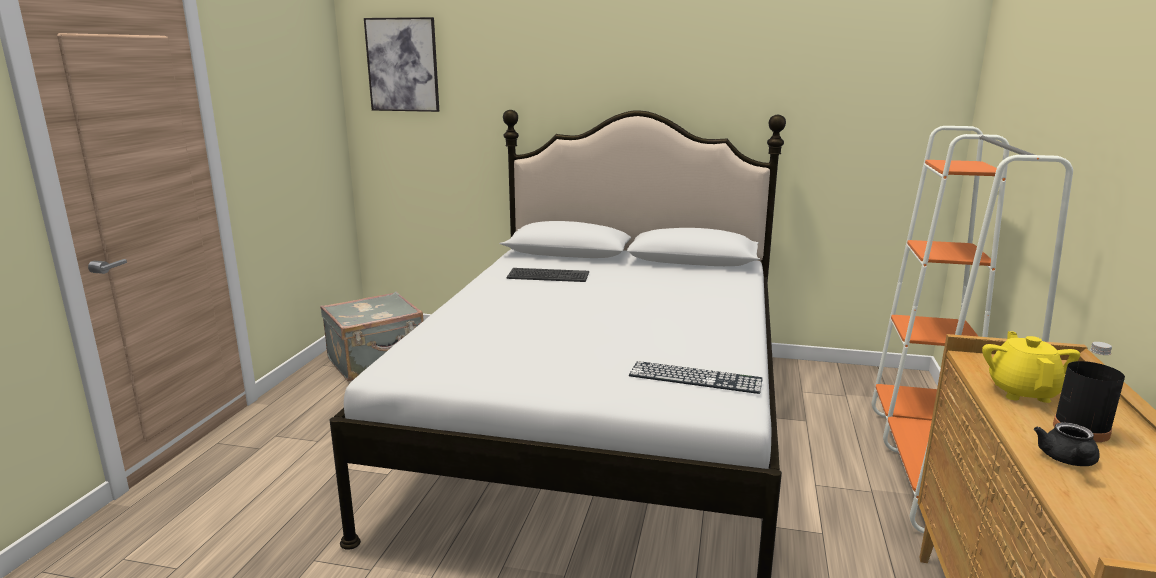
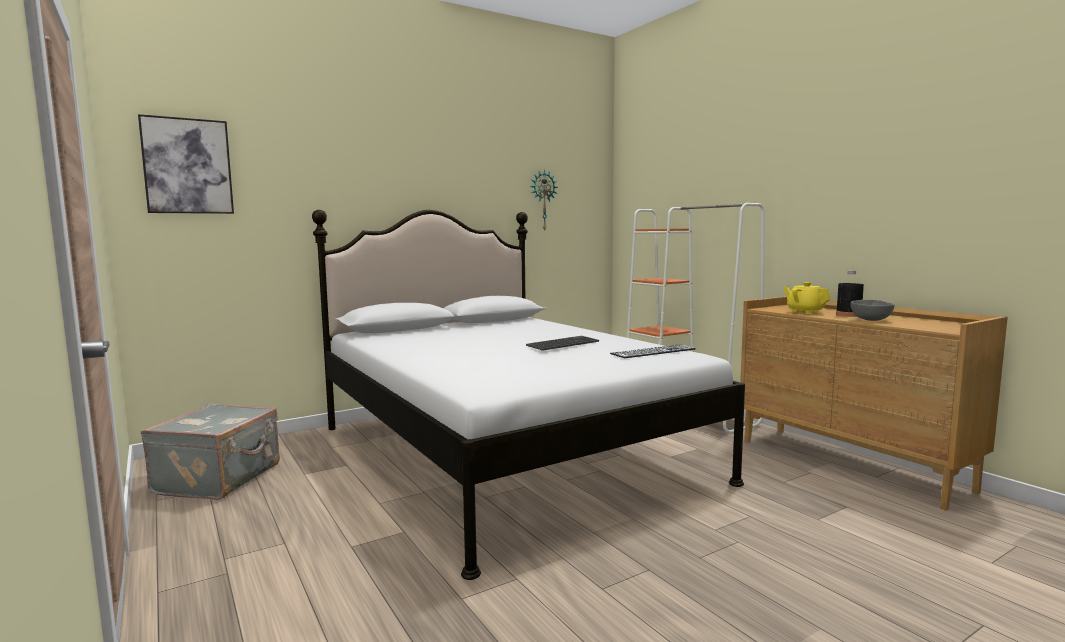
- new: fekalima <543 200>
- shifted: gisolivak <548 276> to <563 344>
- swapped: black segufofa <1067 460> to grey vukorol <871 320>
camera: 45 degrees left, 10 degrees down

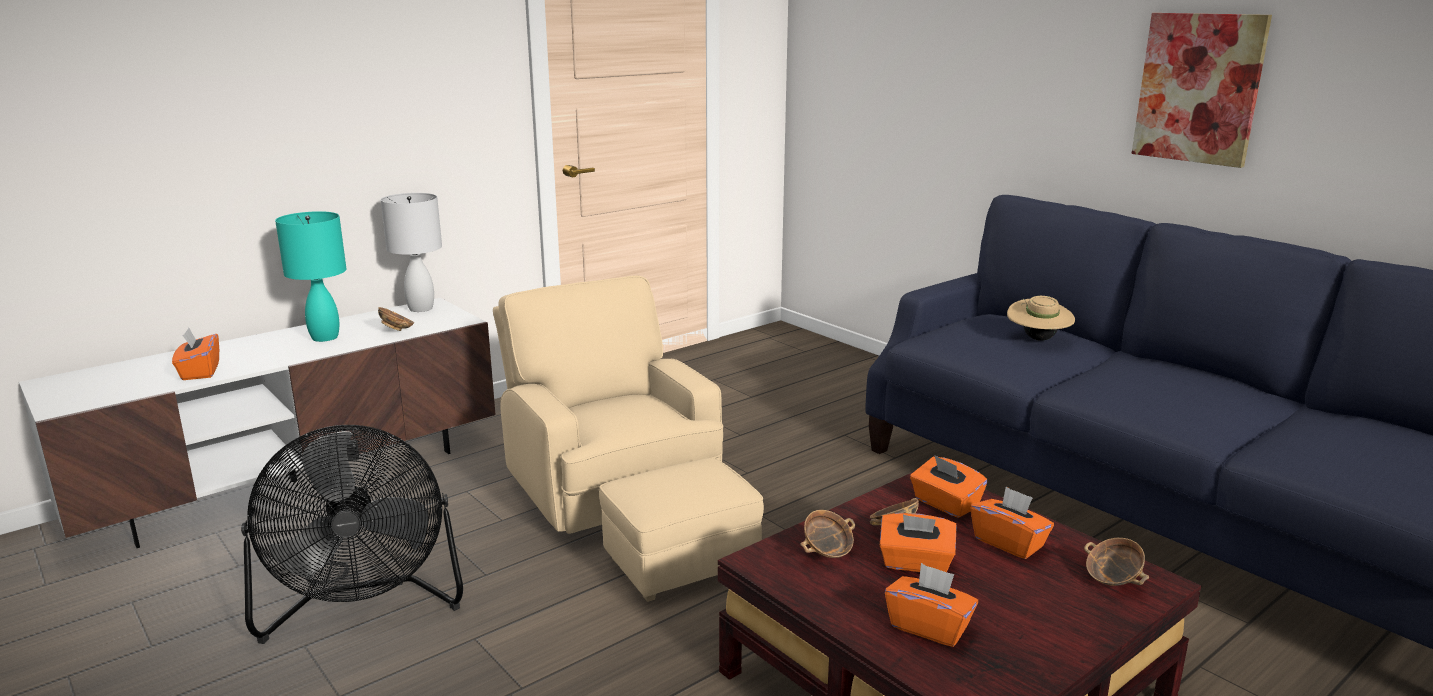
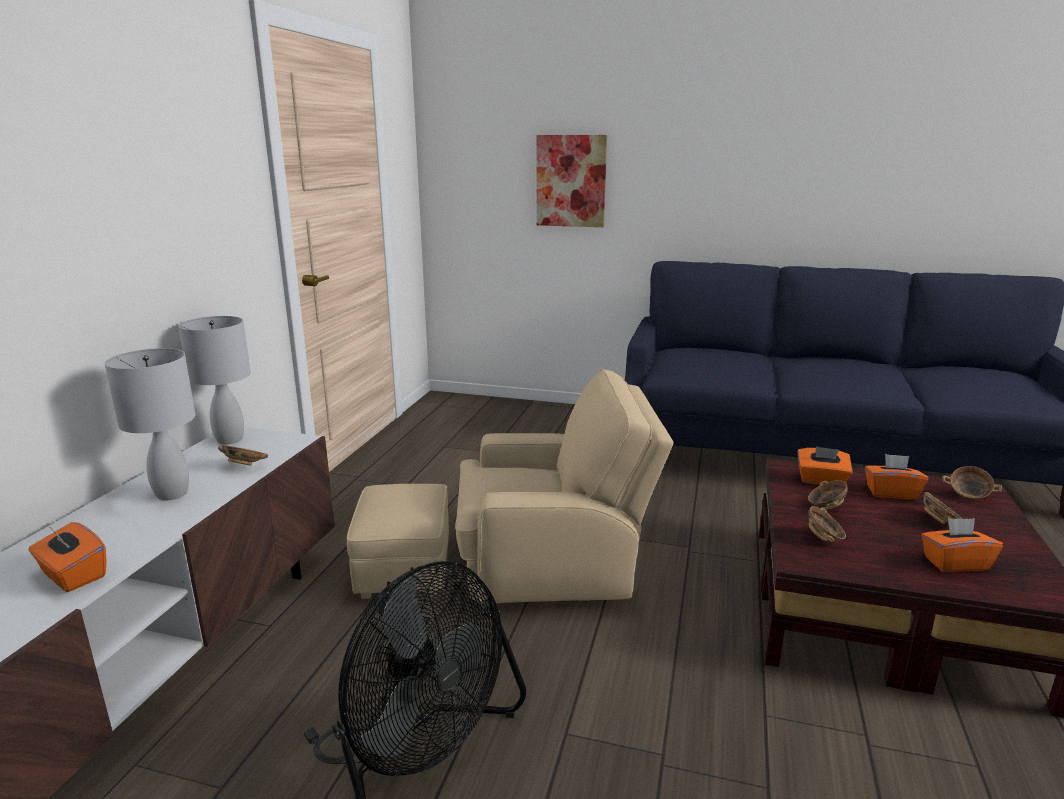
- gone: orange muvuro <915 563>
- gone: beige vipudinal <1037 339>
- new: vukorol <939 521>
- shifted: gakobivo <1199 88> to <571 181>
- repainted: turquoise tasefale <323 337> to white tasefale <171 494>
- rotated: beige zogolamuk <625 503> = <518 565> 150 degrees clockwise
camera: 35 degrees left, 0 degrees up

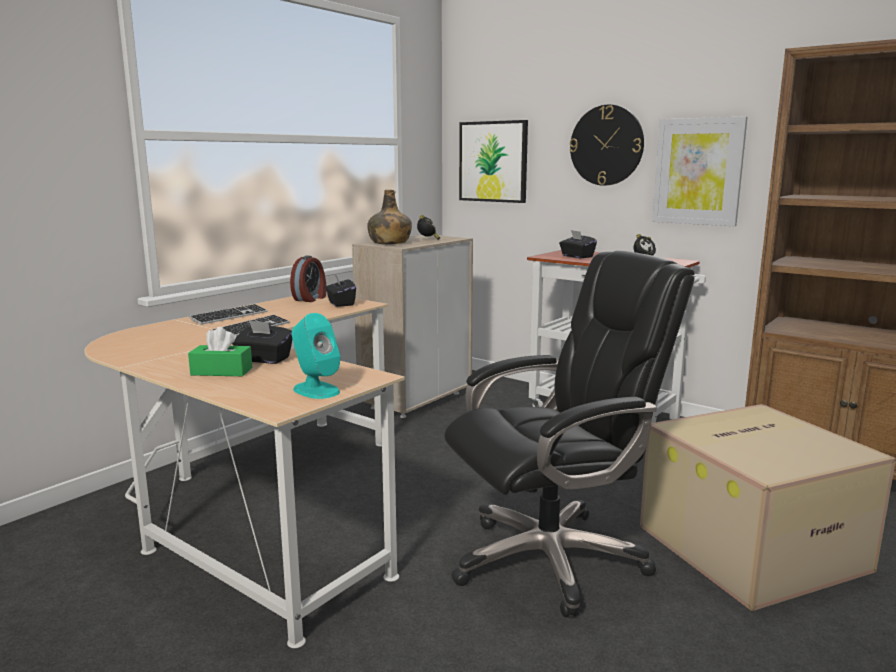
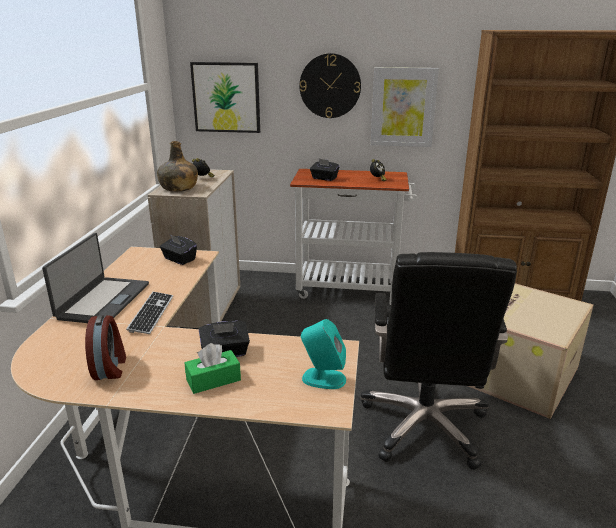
- shifted: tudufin <310 299> to <110 368>
- swapped: gisolivak <229 316> to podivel <103 301>
- rotated: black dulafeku <551 559> = <424 424> 150 degrees clockwise
camera: 30 degrees left, 10 degrees up

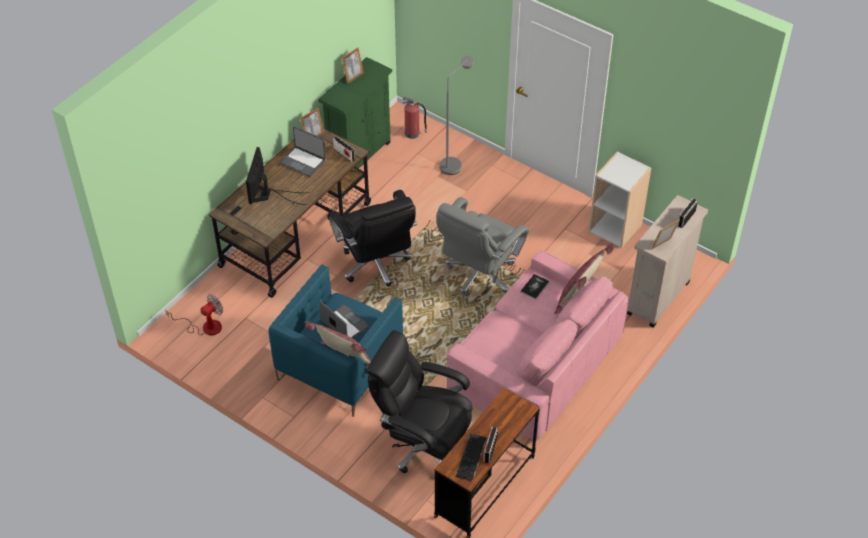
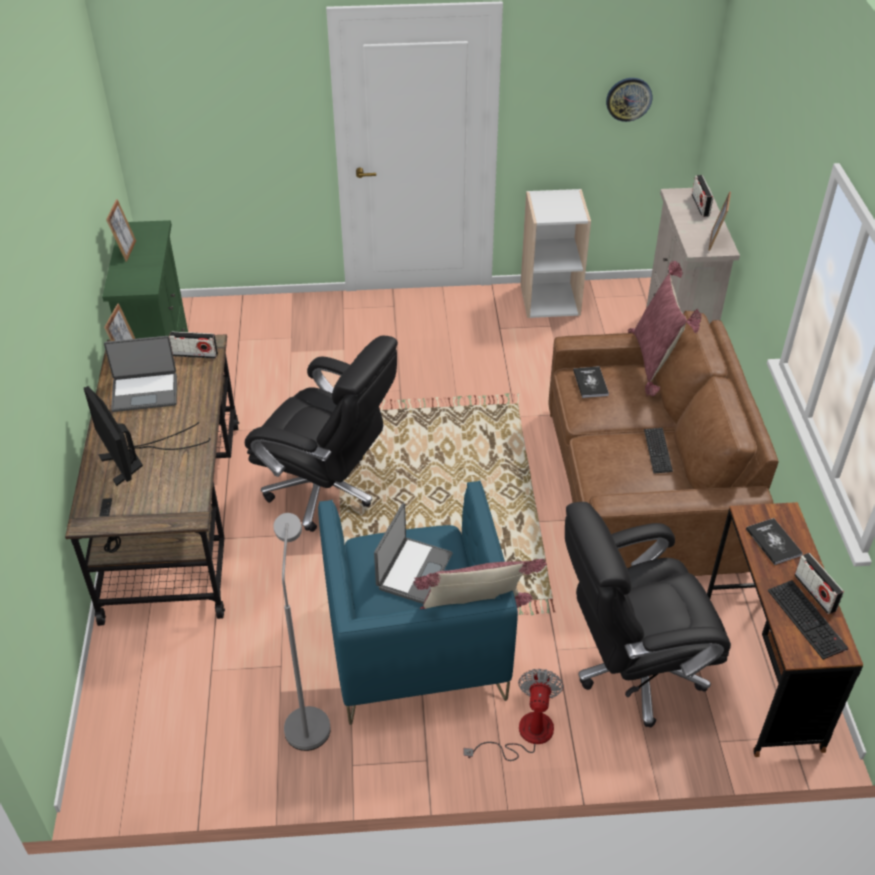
- gone: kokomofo <413 133>
- gone: grey dulafeku <478 277>
- new: fekalima <628 99>
- new: gisolivak <657 451>
- new: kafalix <773 542>
- shifted: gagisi <205 327> to <524 734>
- shifted: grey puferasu <454 163> to <308 718>
- repainted: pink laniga <536 365> to brown laniga <643 488>
- rotated: podivel <344 325> = <413 571> 105 degrees clockwise
camera: 40 degrees left, 5 degrees down

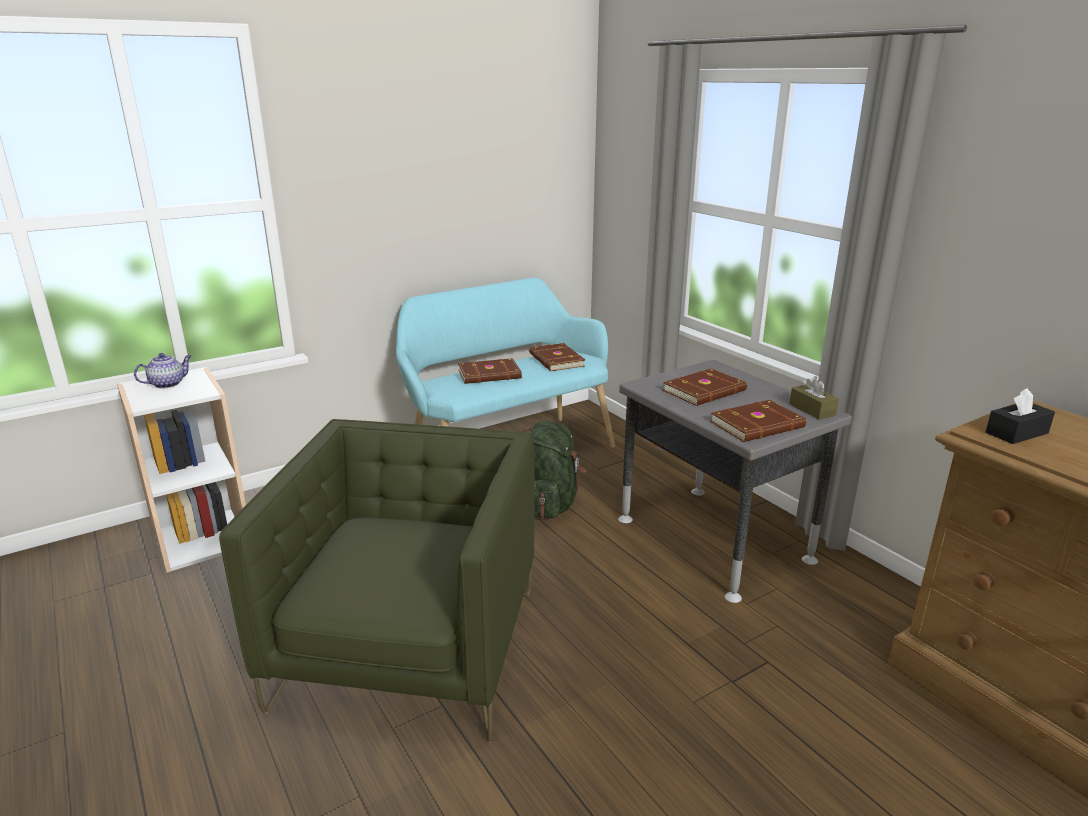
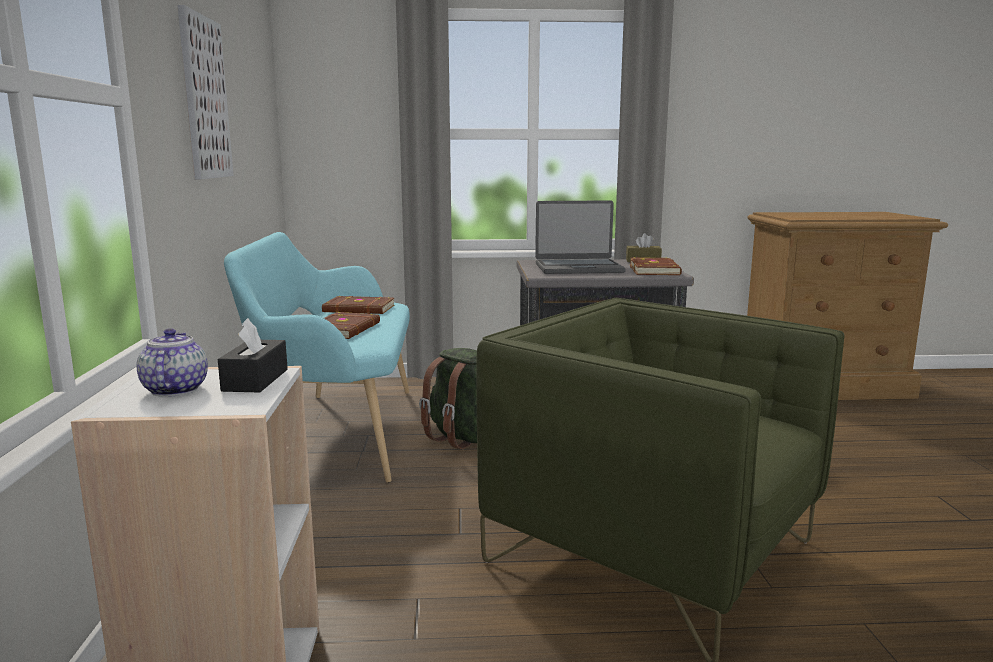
- new: gakobivo <204 98>
- shifted: black muvuro <1016 433> to <255 380>
- swapped: brown kafalix <705 391> to podivel <578 268>
camera: 60 degrees left, 10 degrees down

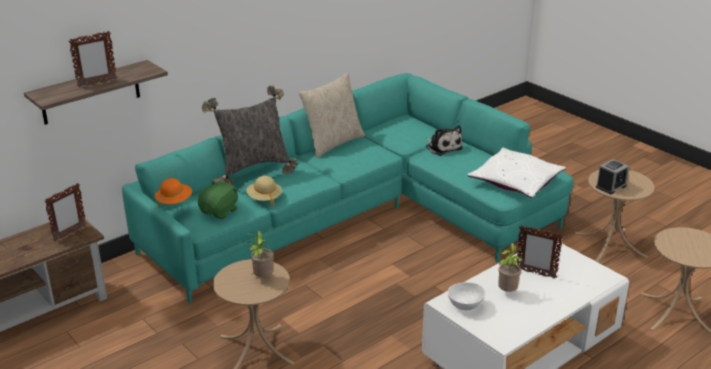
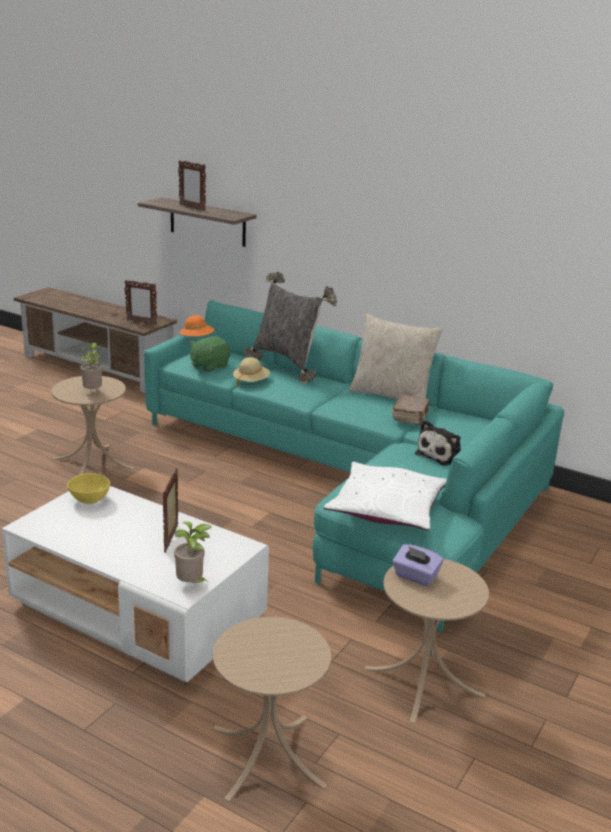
- new: brown kafalix <410 417>
- shifted: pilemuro <507 292> to <191 584>
- swapped: tudufin <611 186> to purple muvuro <415 576>
- repainted: white vukorol <466 306> to yellow vukorol <89 500>
- rotated: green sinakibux <220 211> = <209 366> 120 degrees clockwise
camera: 70 degrees right, 5 degrees down

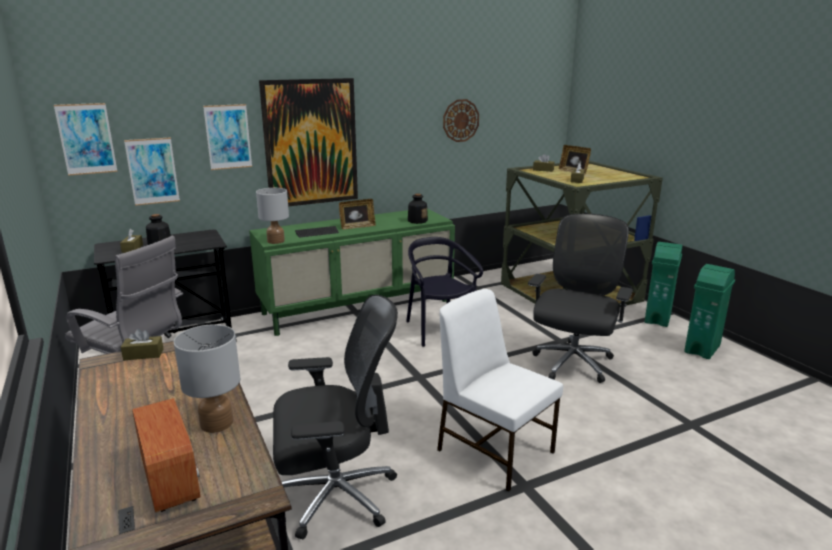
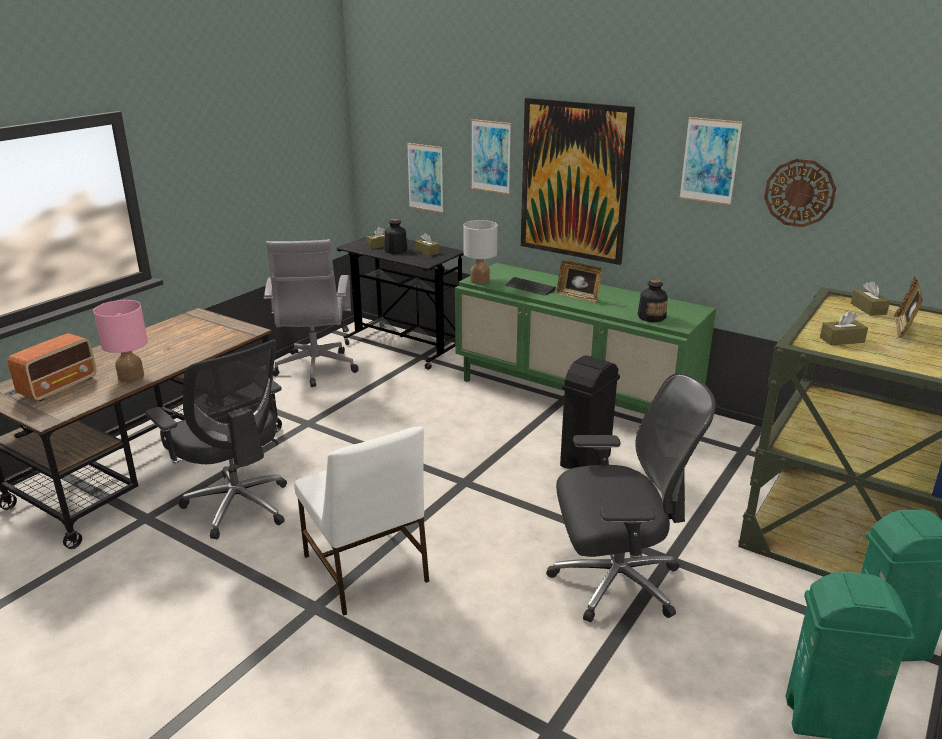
- shifted: gakobivo <86 139> to <710 161>
- shifted: brown muvuro <143 354> to <427 252>
- swapped: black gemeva <439 330> to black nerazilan <586 461>
- repainted: grey tasefale <216 423> to pink tasefale <131 376>
- rotated: white gemeva <494 449> = <365 570> 135 degrees clockwise
camera: 60 degrees right, 5 degrees up

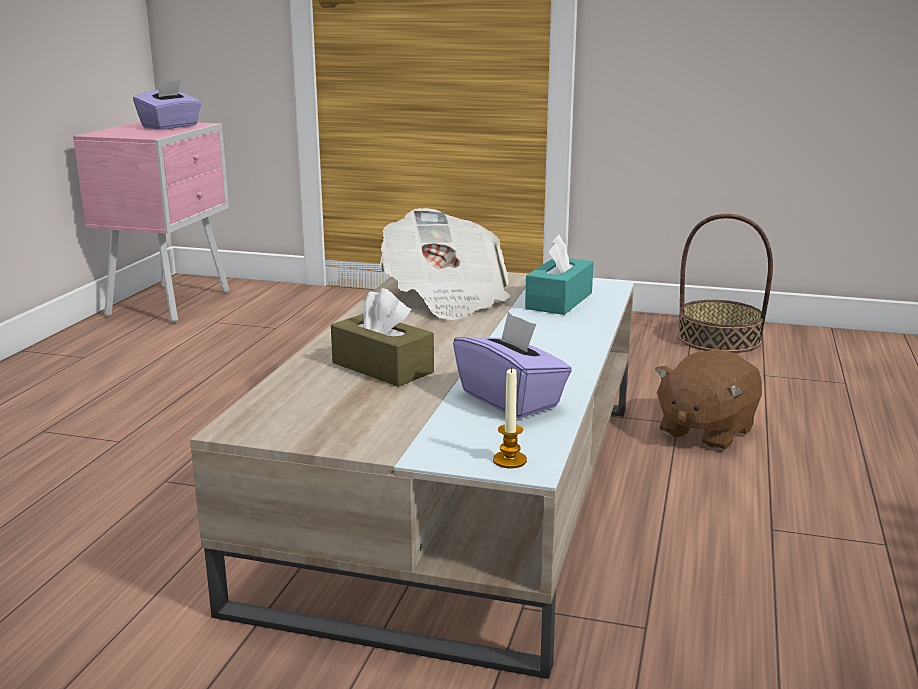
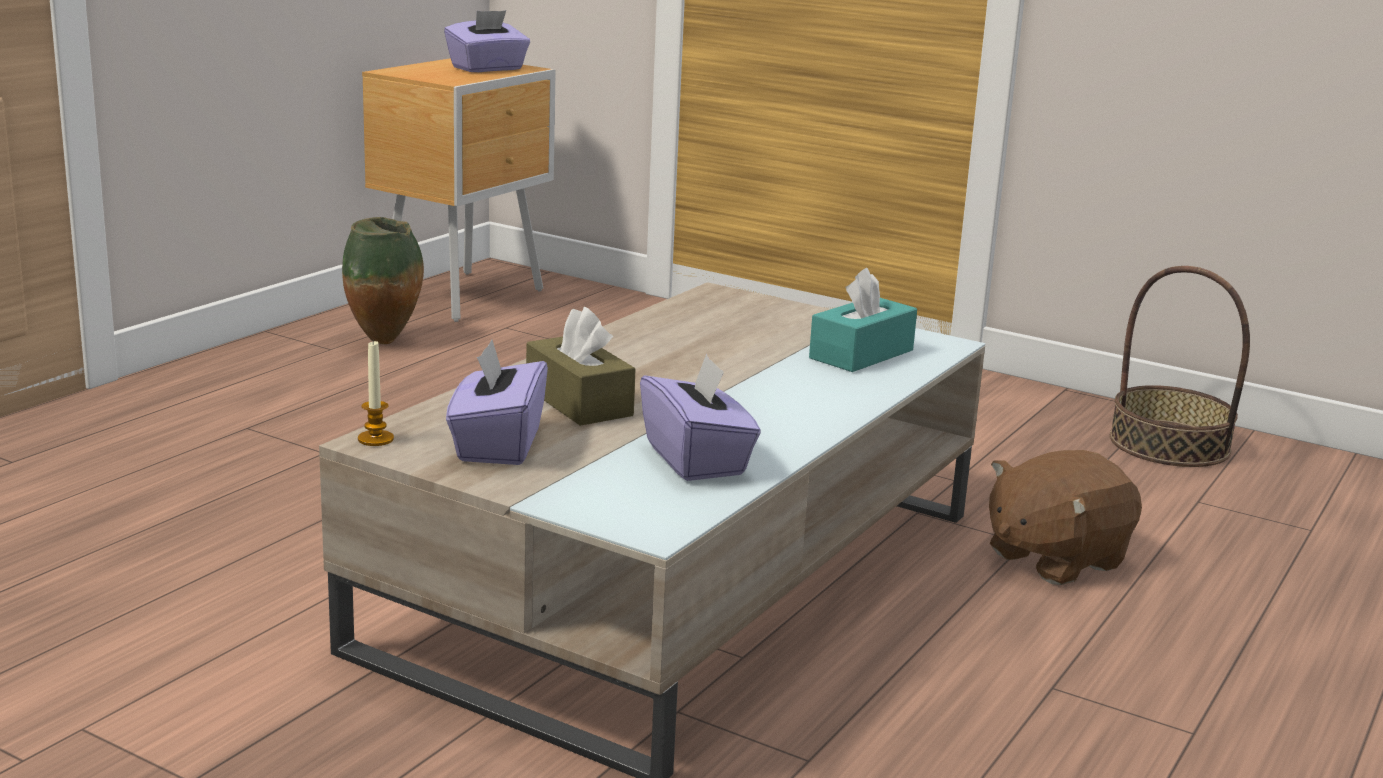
- gone: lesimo <445 298>
- new: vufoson <385 343>
- new: purple muvuro <497 445>
- shifted: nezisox <509 460> to <375 439>
- repainted: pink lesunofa <172 303> to brown lesunofa <466 296>
camera: 15 degrees right, 0 degrees up

